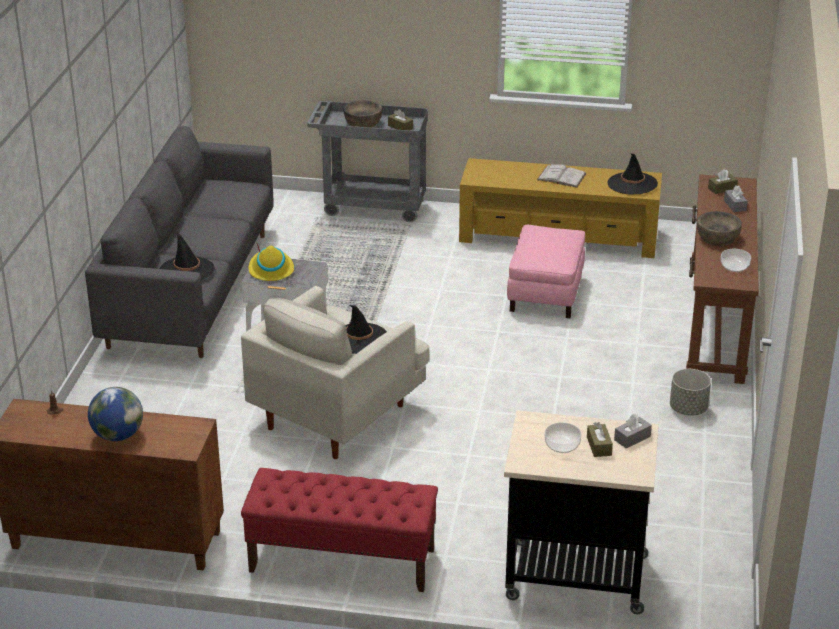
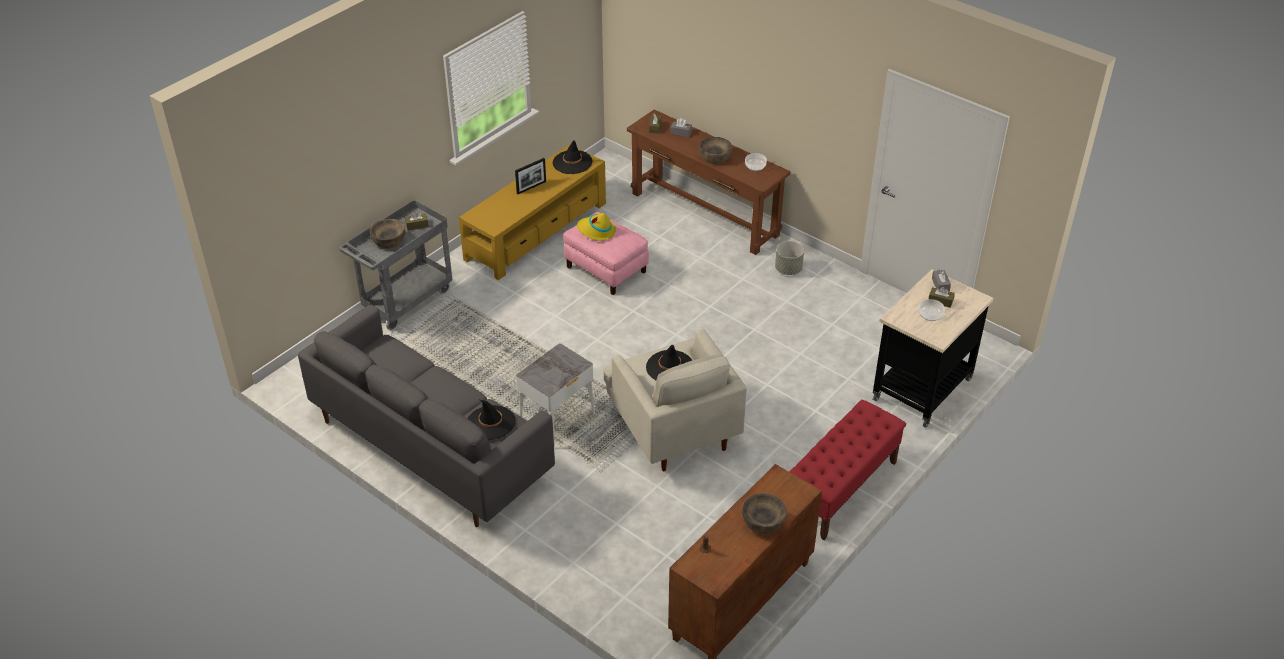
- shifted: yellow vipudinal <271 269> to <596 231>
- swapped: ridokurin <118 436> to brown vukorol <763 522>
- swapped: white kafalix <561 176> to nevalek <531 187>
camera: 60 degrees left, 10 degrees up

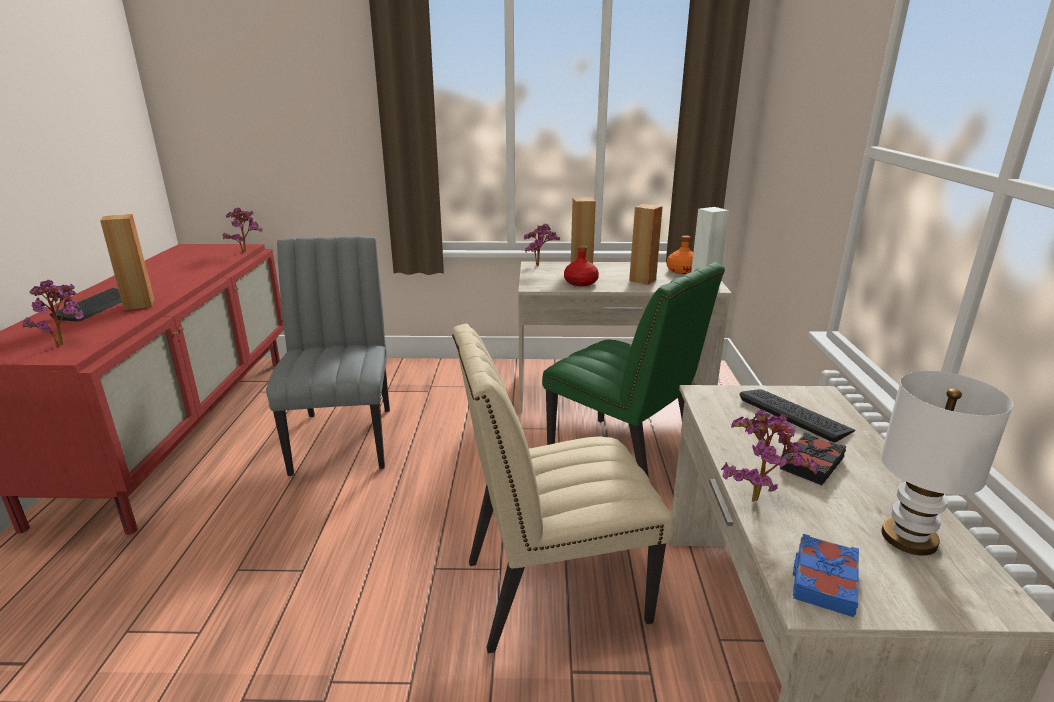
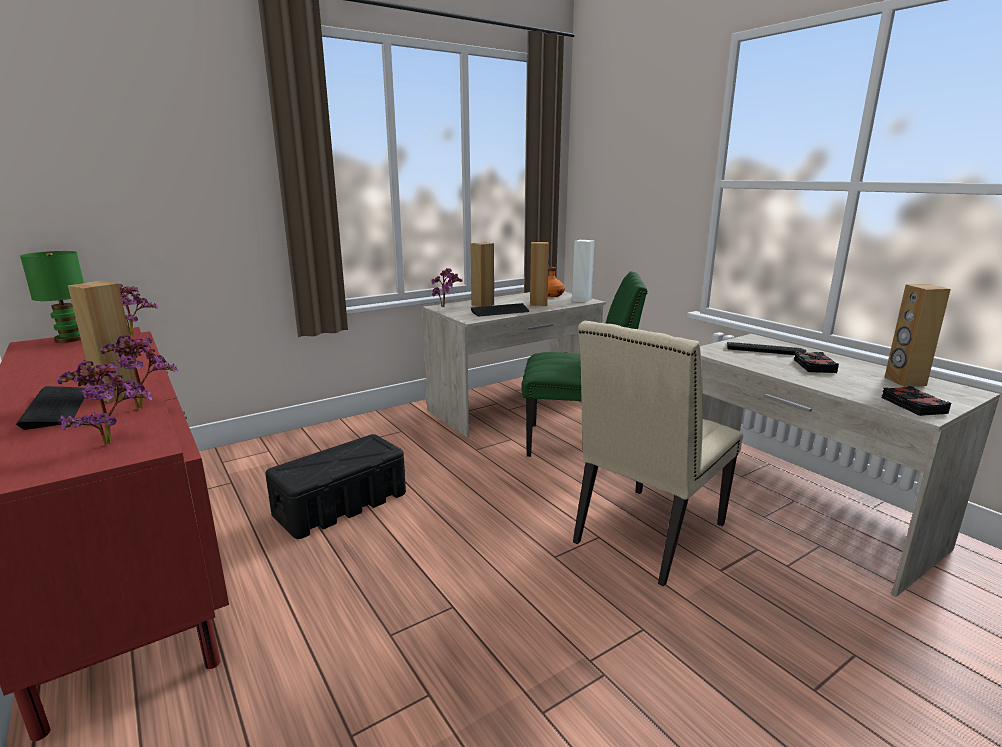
- new: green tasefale <69 339>
- shifted: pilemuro <756 497> to <143 406>
- swapped: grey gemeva <344 440> to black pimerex <342 504>
- swapped: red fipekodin <581 282> to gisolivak <500 311>
- swapped: white tasefale <910 539> to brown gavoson <904 381>
- repainted: blue kafalix <823 580> to black kafalix <913 406>
camera: 35 degrees left, 5 degrees down

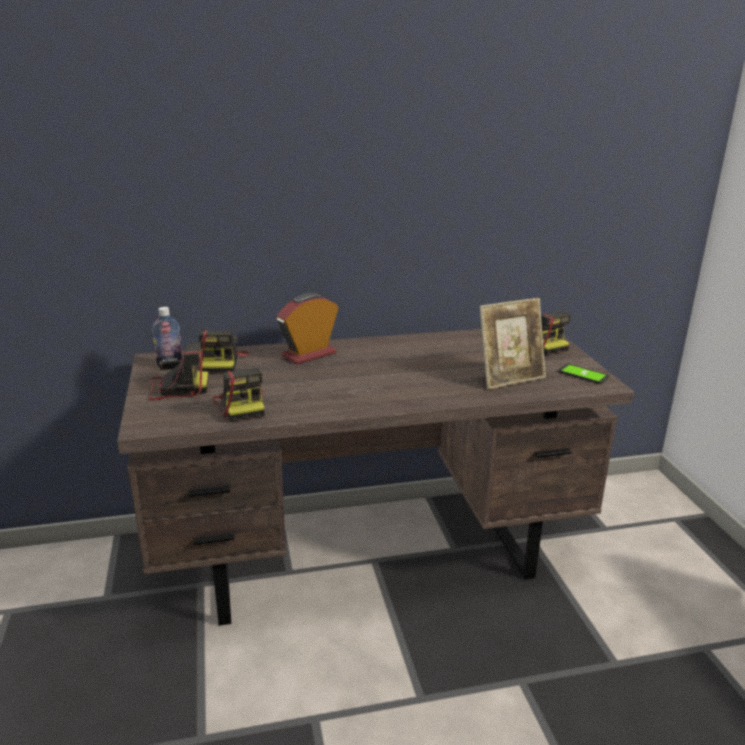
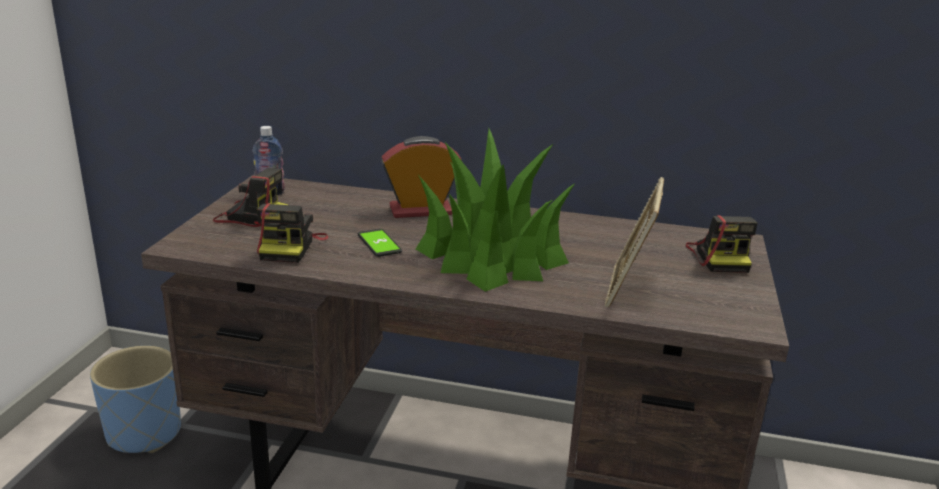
- gone: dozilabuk <222 363>
- new: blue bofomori <145 433>
- new: pilemuro <492 255>
- shifted: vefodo <583 375> to <379 244>
- rotated: nevalek <510 378> = <628 289> 105 degrees clockwise
camera: 25 degrees right, 0 degrees up

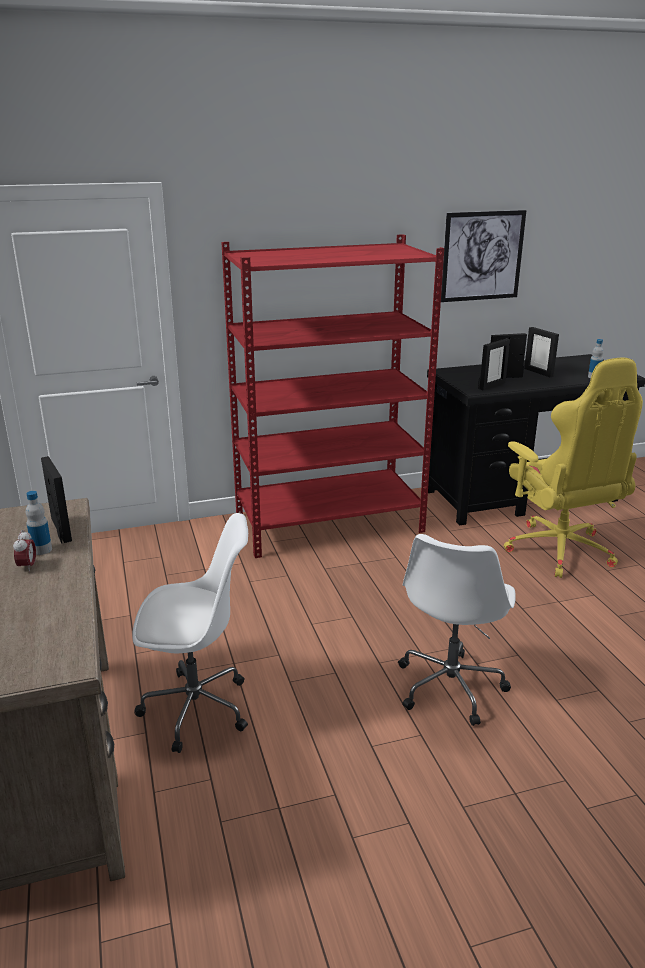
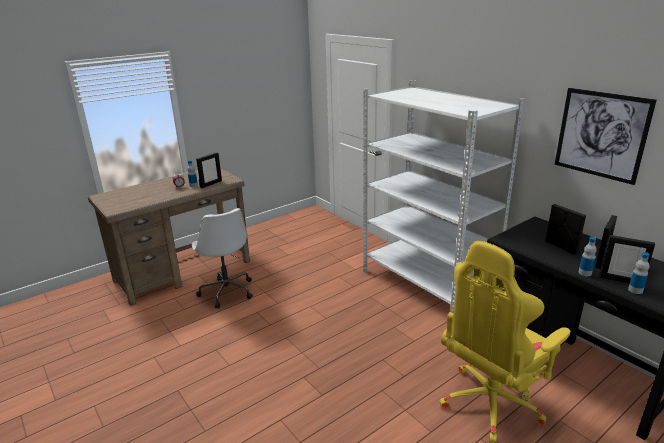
- gone: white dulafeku <449 689>
- new: fipekodin <585 273>
- shifted: nevalek <491 385> to <621 280>
- repainted: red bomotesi <329 523> to white bomotesi <426 285>
camera: 70 degrees right, 0 degrees up

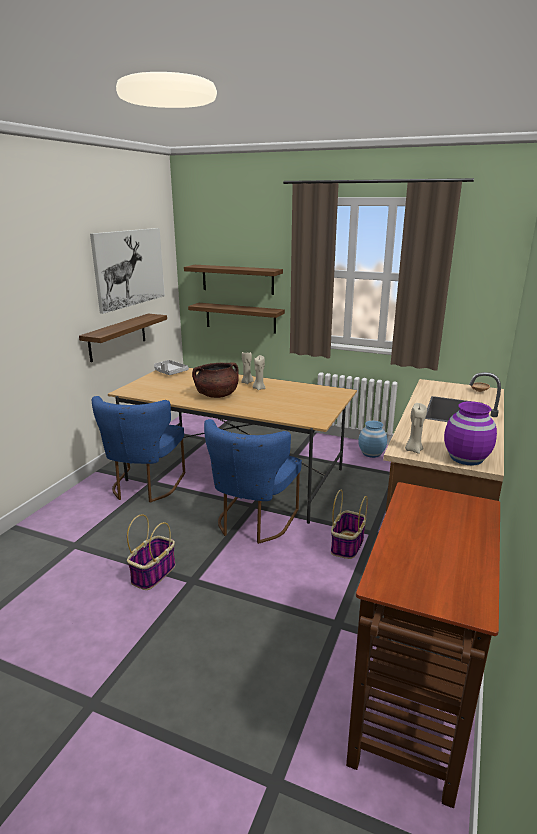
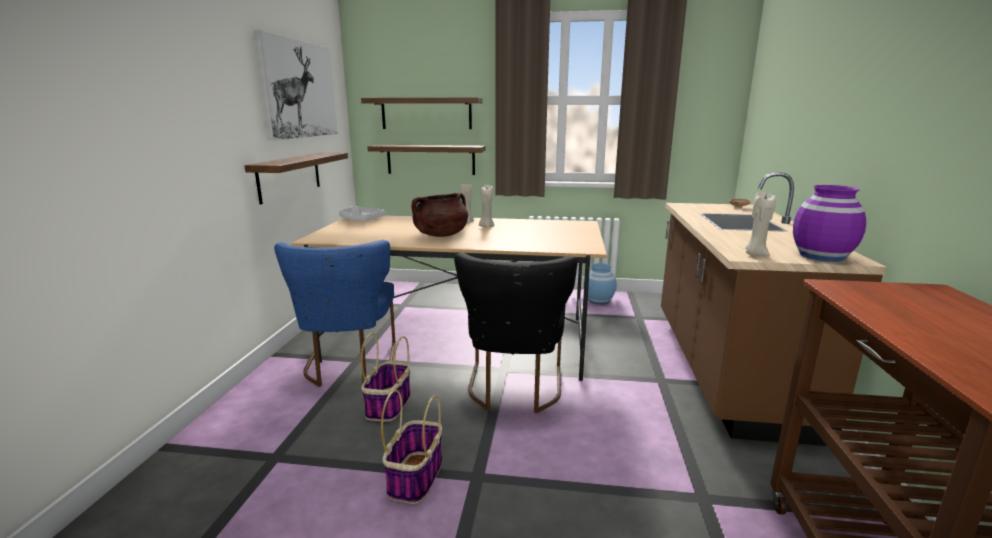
- shifted: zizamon <347 545> to <388 405>
- repainted: blue gemeva <253 522> to black gemeva <514 389>
camera: 15 degrees left, 5 degrees down

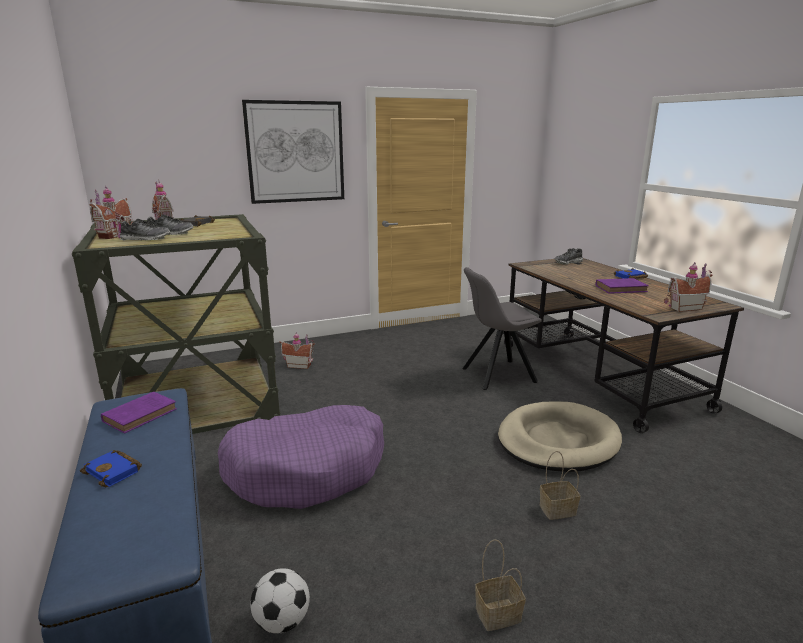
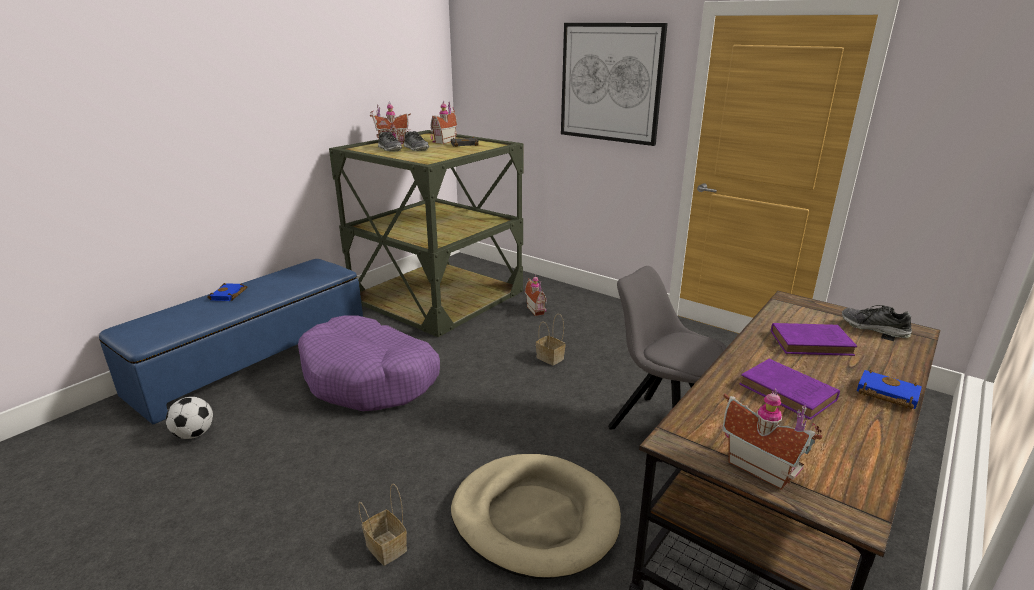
- shifted: purple kafalix <142 414> to <813 343>
- shifted: zizamon <499 613> to <551 358>
camera: 60 degrees right, 5 degrees up

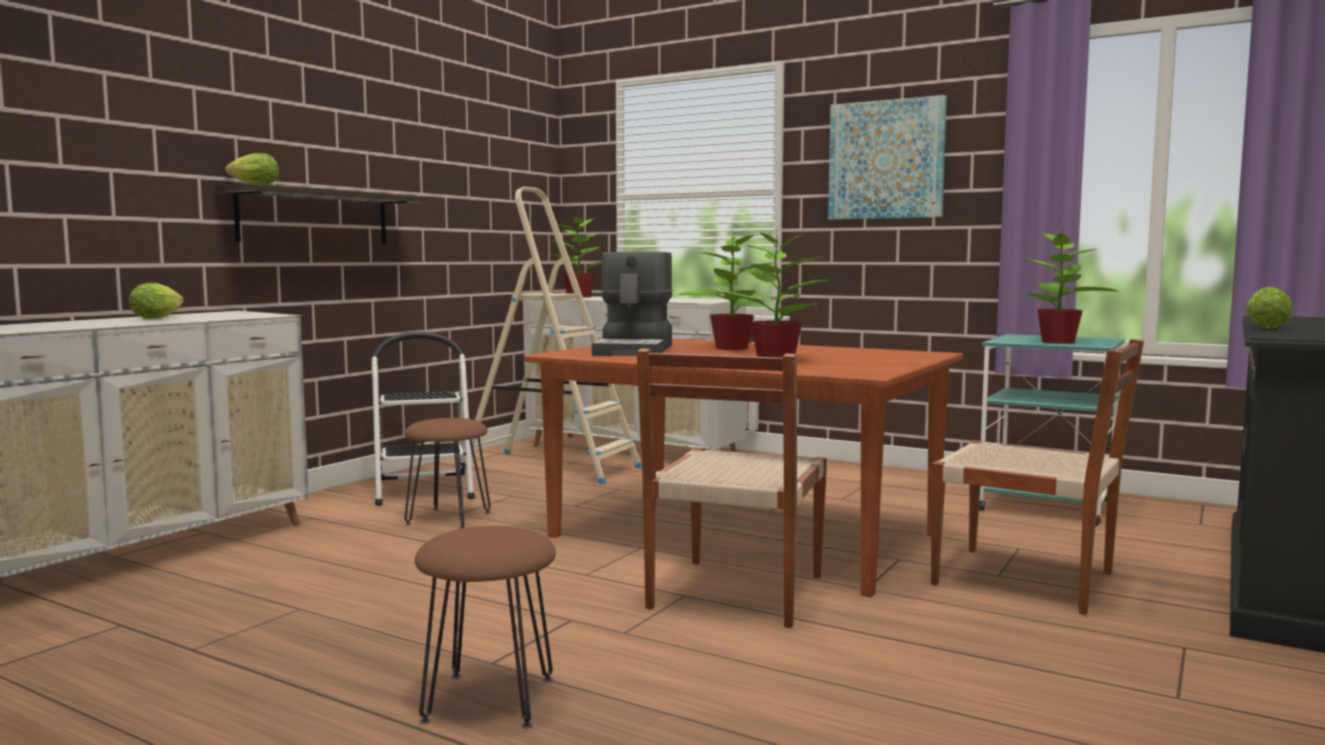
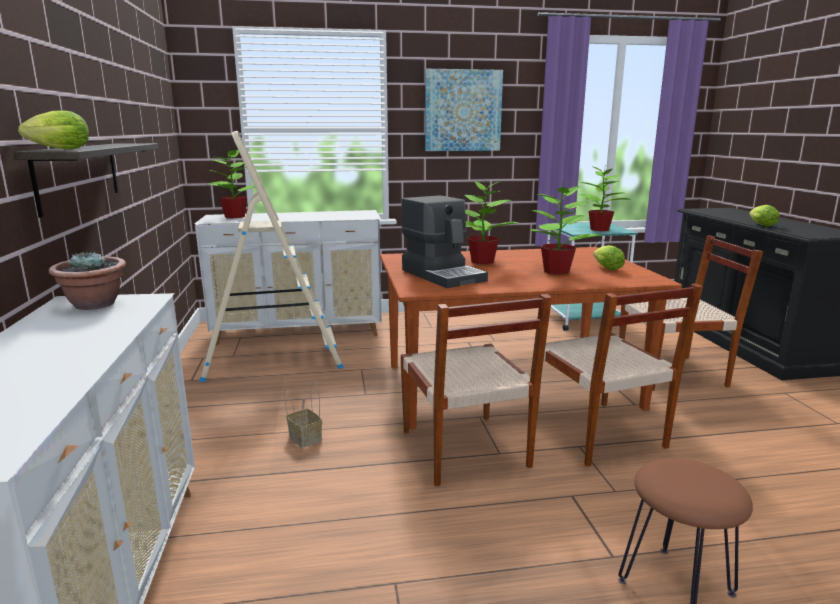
- gone: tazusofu <424 488>
- new: pilemuro <95 305>
- new: gemeva <465 451>
- shifted: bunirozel <159 318> to <605 268>
- swapped: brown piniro <448 518> to zizamon <304 438>
camera: 40 degrees left, 10 degrees up

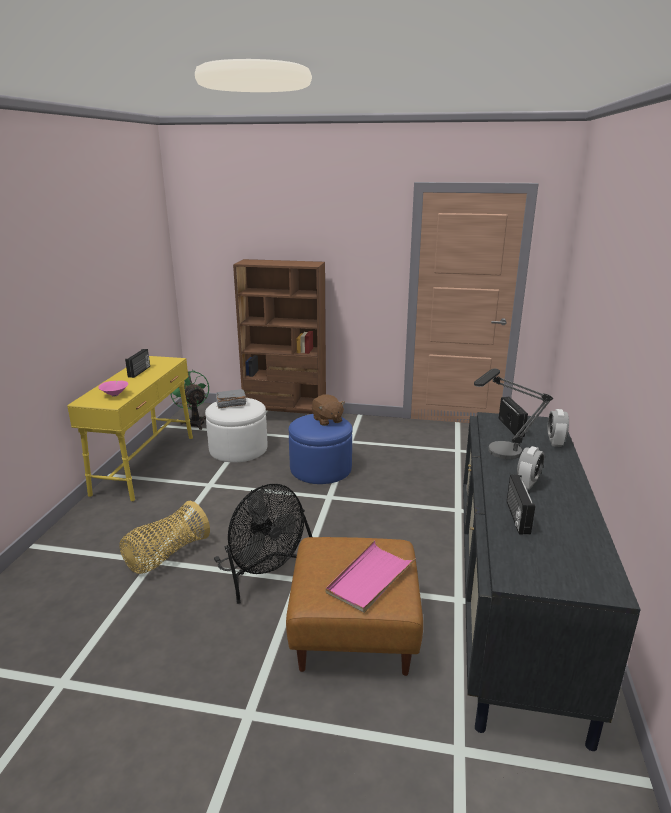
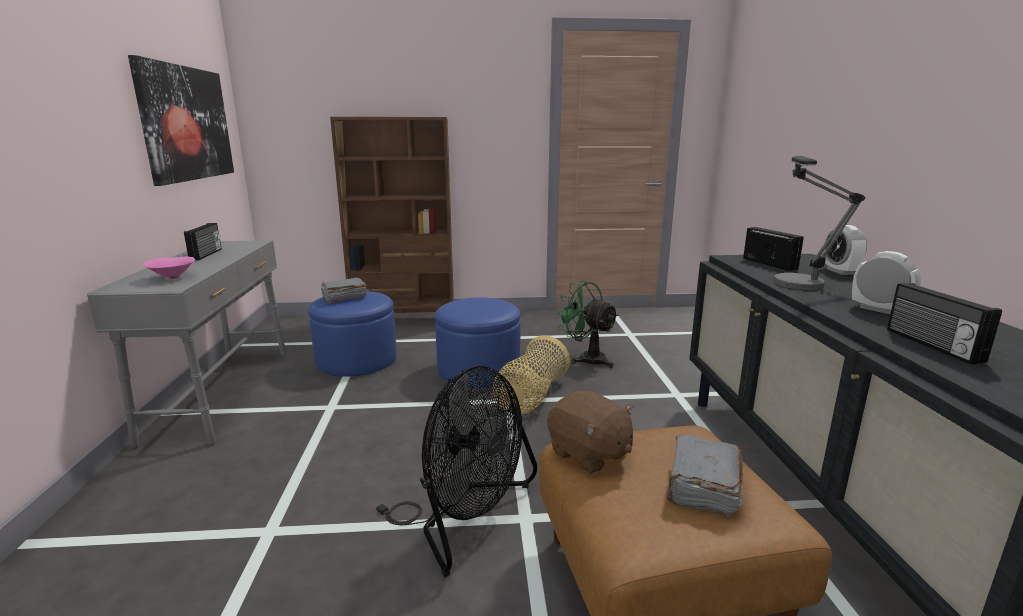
- new: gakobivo <186 123>
- shifted: zizamon <166 555> to <530 397>
- shifted: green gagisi <194 422> to <587 358>
- shifted: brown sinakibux <327 420> to <589 454>
- swapped: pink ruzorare <370 578> to grey kafalix <702 488>
- repainted: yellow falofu <146 464> to grey falofu <223 393>
- repainted: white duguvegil <238 449> to blue duguvegil <357 360>
- rotated: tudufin <527 484> = <879 310> 60 degrees counterclockwise
camera: 15 degrees left, 5 degrees down

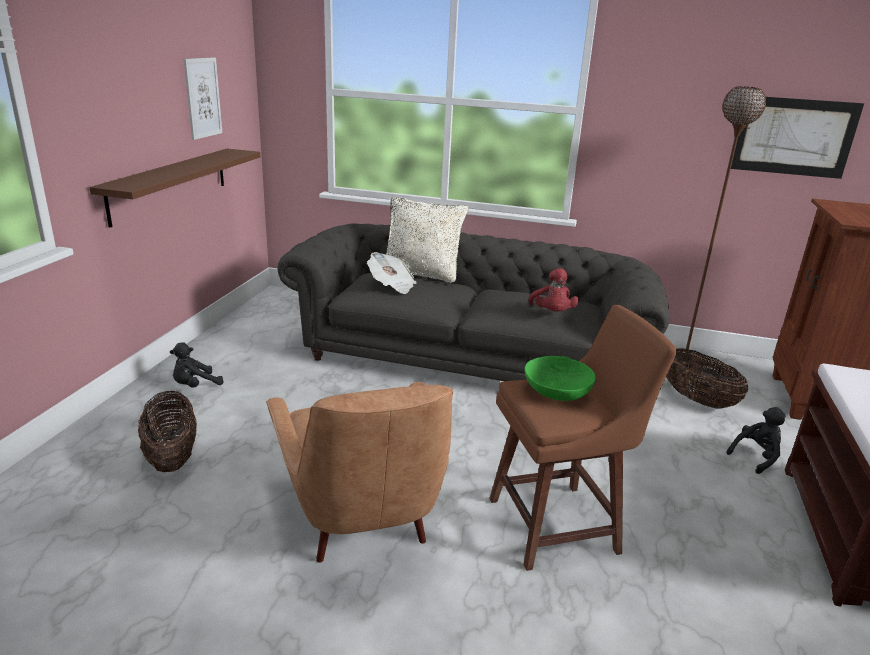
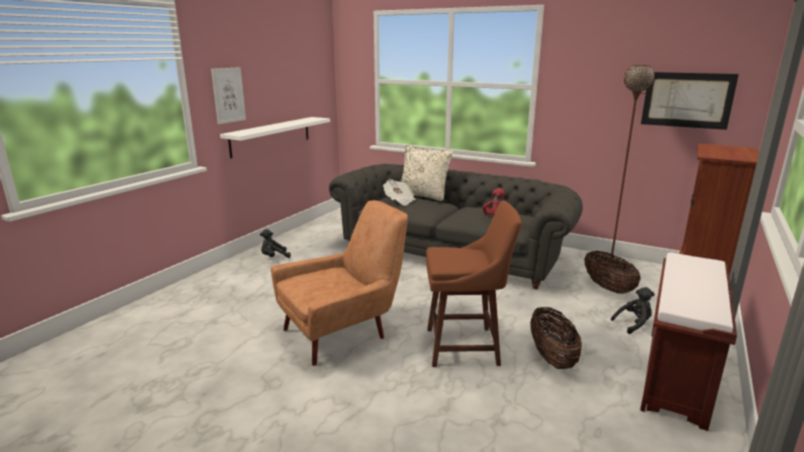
- gone: green vukorol <556 391>
- shifted: zizamon <172 456> to <552 357>
- shifted: gakobivo <203 98> to <228 95>
- repainted: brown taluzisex <170 184> to white taluzisex <271 136>
- rotated: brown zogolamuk <363 520> = <343 331> 120 degrees counterclockwise
camera: 15 degrees right, 5 degrees down

